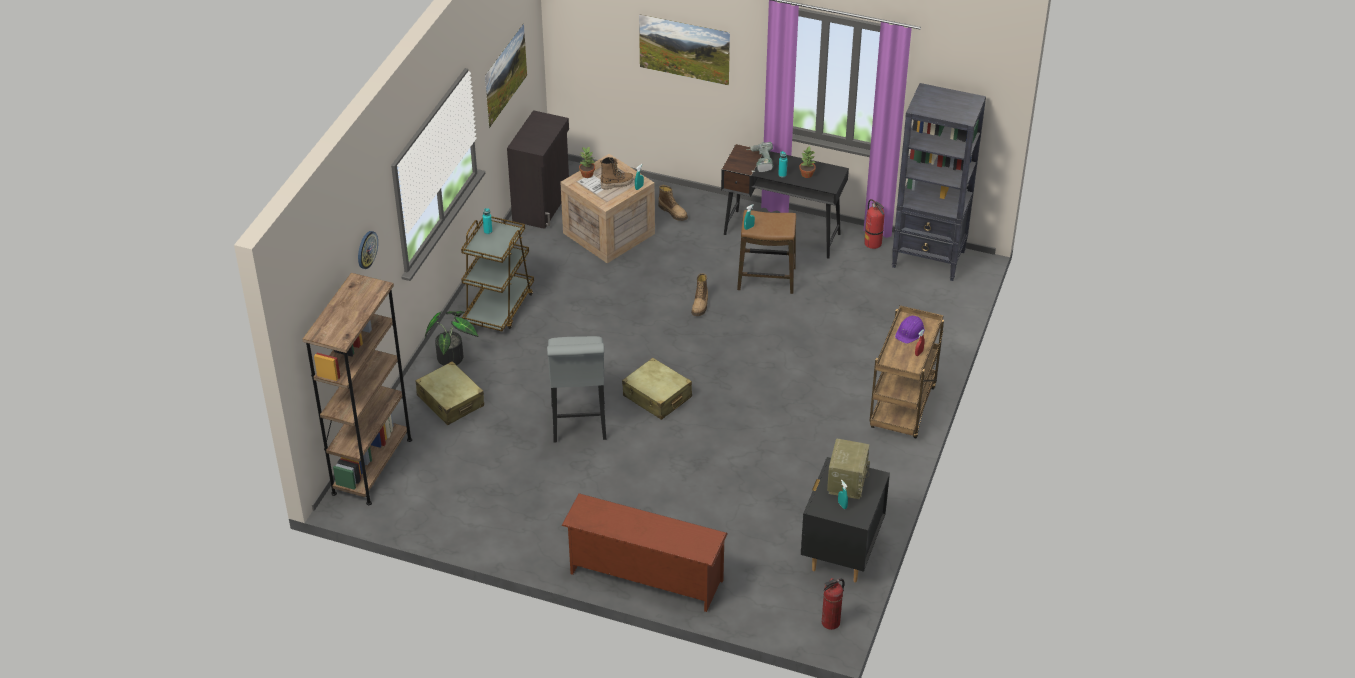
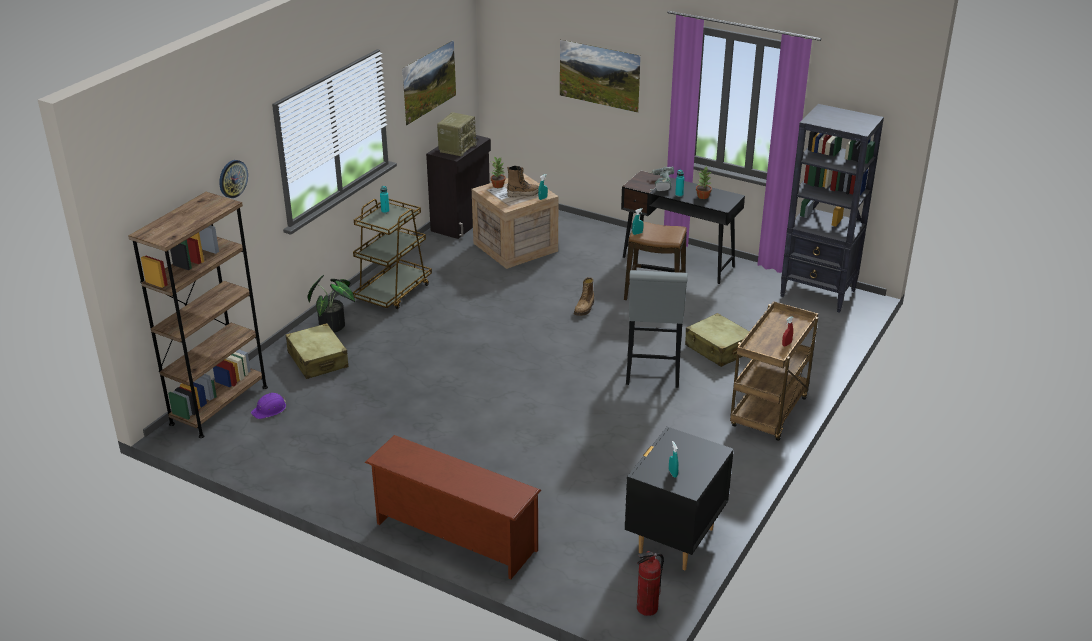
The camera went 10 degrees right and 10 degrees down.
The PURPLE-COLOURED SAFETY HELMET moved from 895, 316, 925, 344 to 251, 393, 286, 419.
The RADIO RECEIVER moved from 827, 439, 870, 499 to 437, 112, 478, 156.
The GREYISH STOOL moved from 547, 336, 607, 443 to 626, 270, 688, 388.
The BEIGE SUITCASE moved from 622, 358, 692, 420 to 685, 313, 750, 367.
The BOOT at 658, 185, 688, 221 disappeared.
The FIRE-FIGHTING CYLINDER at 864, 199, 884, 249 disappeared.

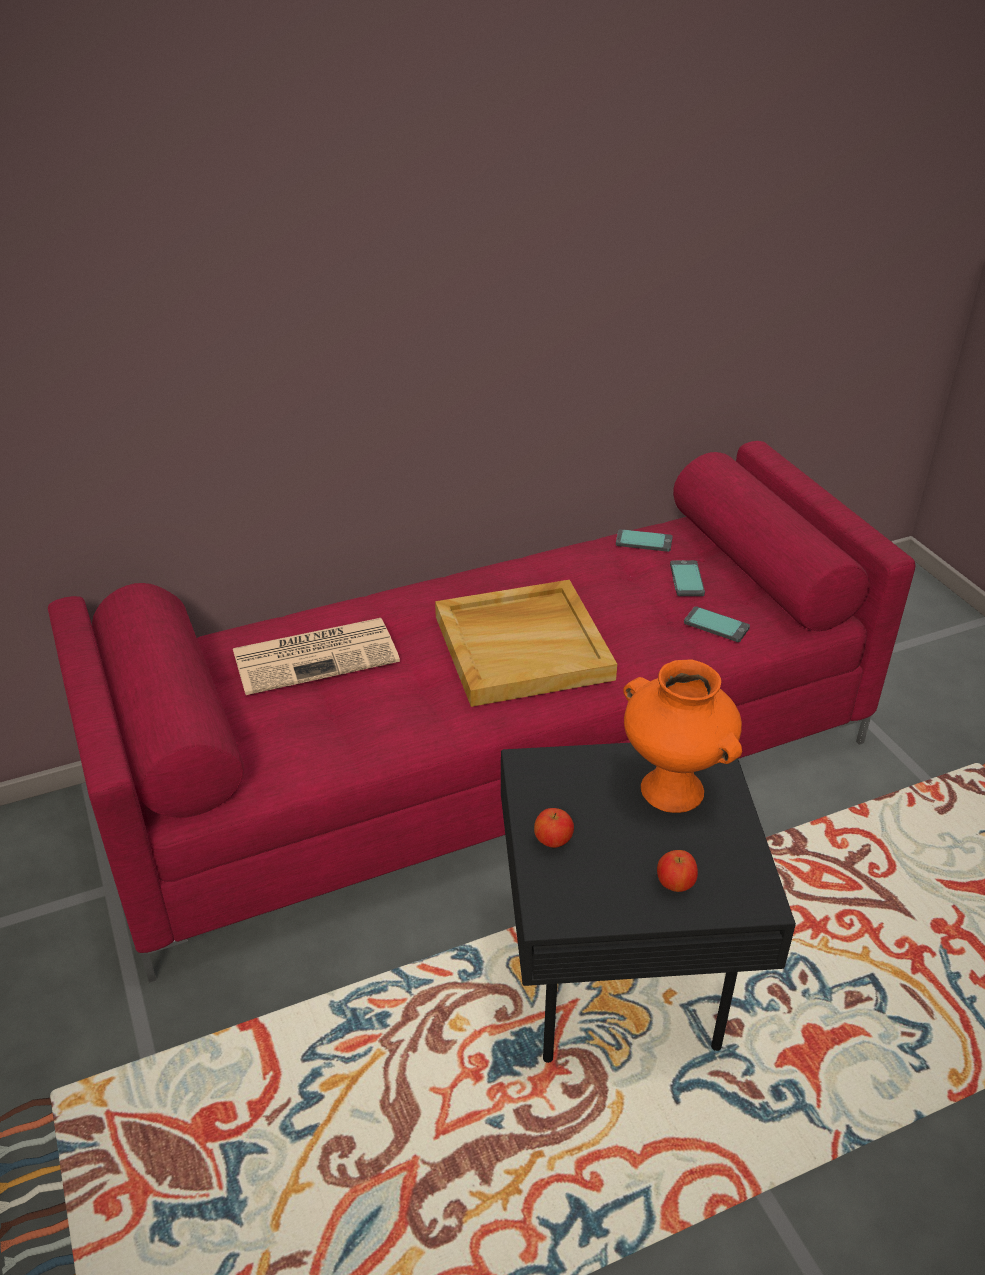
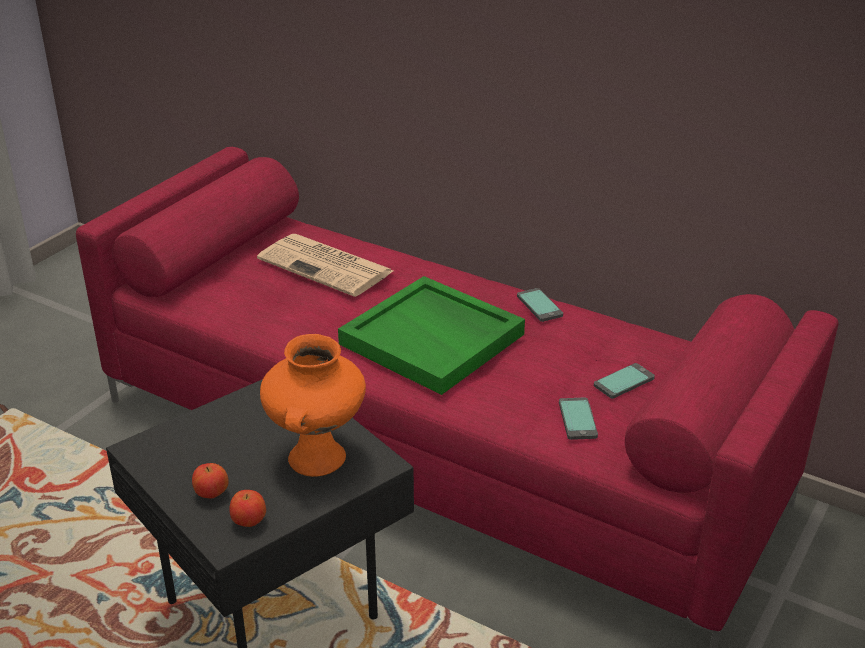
The camera went 55 degrees right and 5 degrees down.
The APPLE FRUIT moved from 534, 808, 574, 848 to 229, 490, 266, 527.
The BEIGE CARRYING TRAY at 435, 580, 617, 707 became the GREEN-COLOURED CARRYING TRAY at 338, 276, 525, 395.
The PHONE moved from 616, 529, 673, 552 to 517, 288, 563, 322.

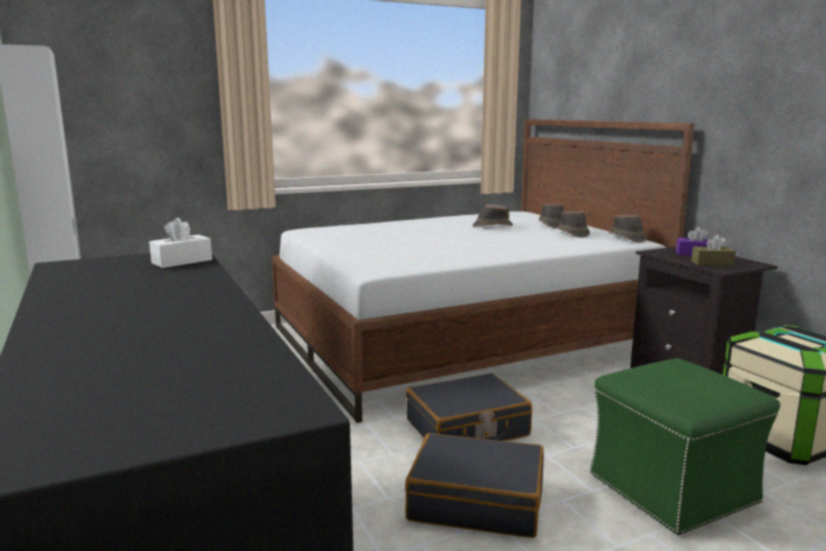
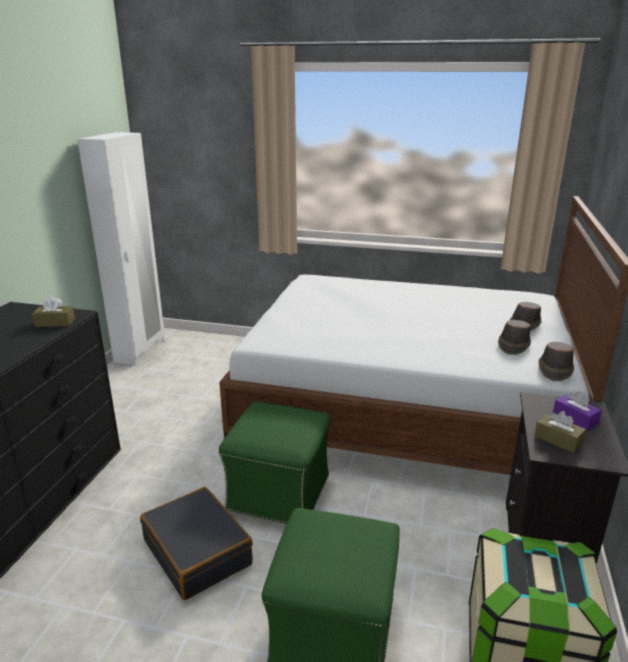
The camera went 40 degrees right and 10 degrees up.
The WHITE-COLOURED BOX OF TISSUES at 149, 218, 212, 268 became the BROWNISH BOX OF TISSUES at 32, 296, 75, 327.
The BLACKISH SUITCASE at 406, 373, 532, 441 was replaced by the GREEN-COLOURED FOOTREST at 219, 402, 331, 524.
The BROWNISH WEARABLE HAT at 473, 204, 513, 227 disappeared.

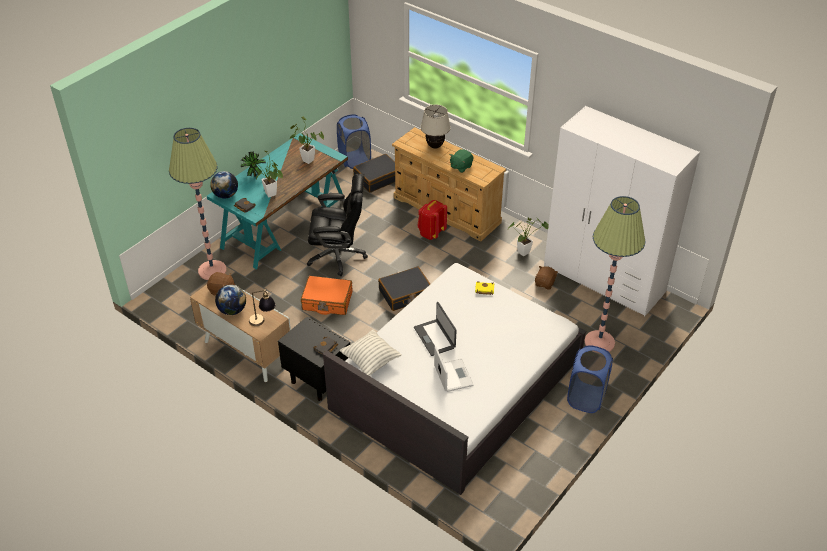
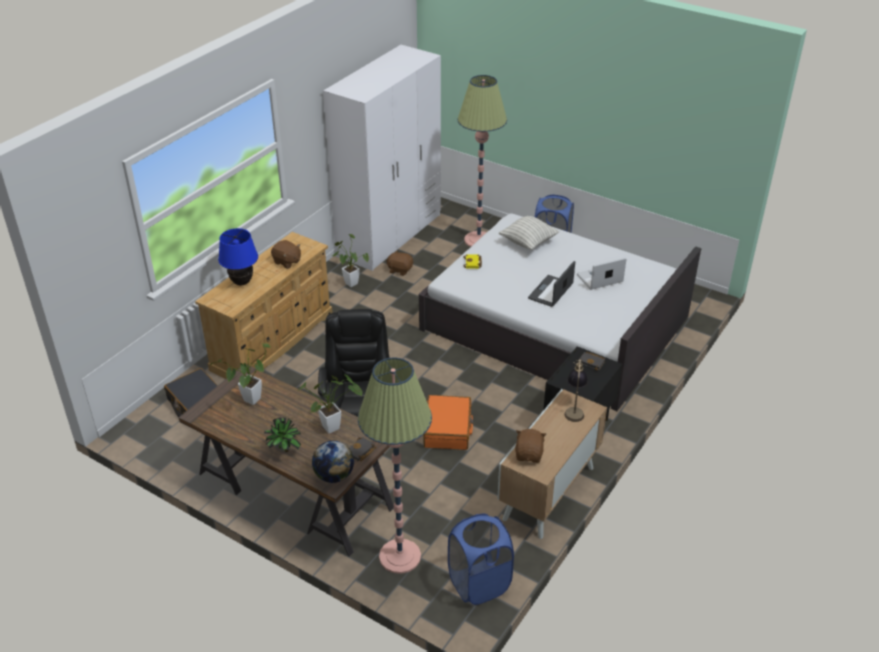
The camera went 95 degrees left and 5 degrees down.
The BLUE-GREEN DESK UNIT at 207, 133, 348, 270 became the BROWNISH DESK UNIT at 179, 364, 394, 557.
The BEIGE LAMP FOR A TABLE at 420, 105, 451, 149 became the BLUISH LAMP FOR A TABLE at 218, 228, 258, 286.
The GREEN-COLOURED SOFT TOY at 450, 149, 474, 173 became the BROWNISH SOFT TOY at 271, 240, 301, 269.
The BLUISH HAMPER moved from 337, 114, 371, 169 to 448, 514, 514, 605.
The THROW PILLOW moved from 340, 330, 402, 376 to 499, 216, 560, 250.
The NOTEBOOK COMPUTER at 414, 302, 457, 356 turned 150 degrees clockwise.
The GLOBE at 215, 285, 246, 315 disappeared.
The BLACKISH SUITCASE at 378, 267, 430, 311 disappeared.
The REDDISH KNAPSACK at 417, 200, 447, 240 disappeared.

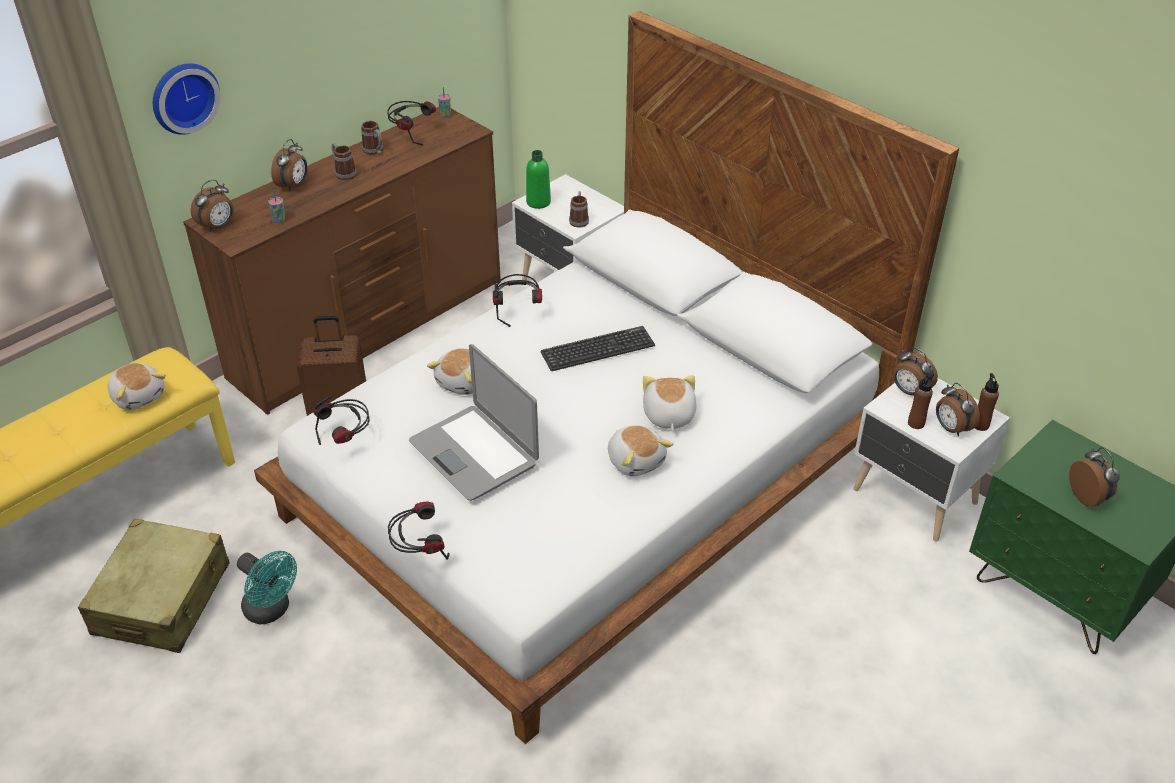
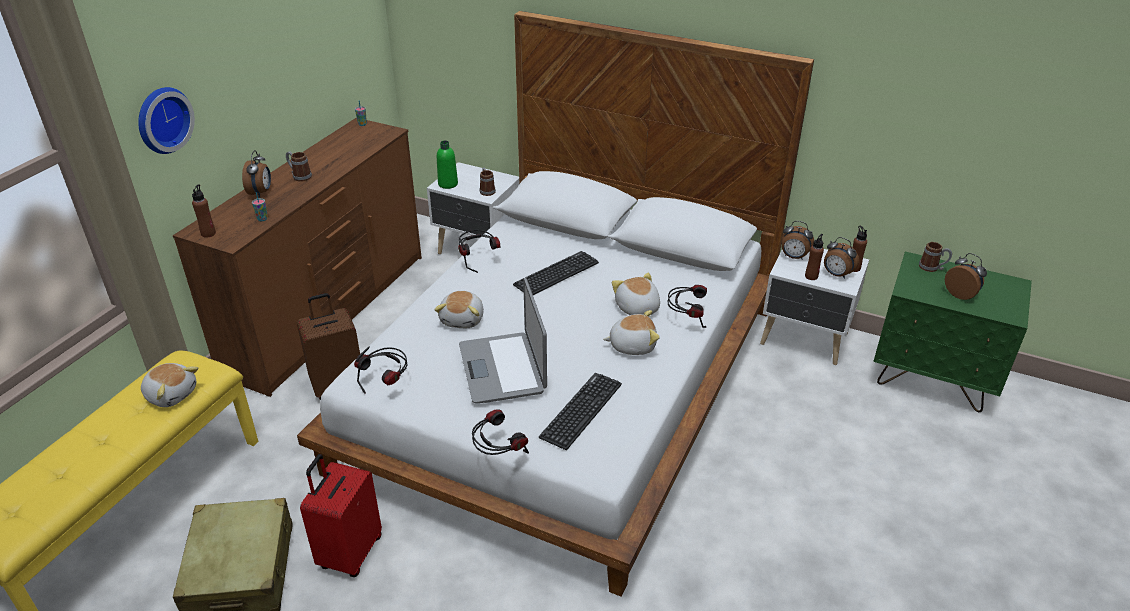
The camera went 20 degrees left and 5 degrees down.
The ALARM CLOCK at 191, 179, 234, 232 was replaced by the BROWNISH BOTTLE at 192, 184, 216, 238.
The BLUE-GREEN ELECTRIC FAN at 237, 551, 297, 624 was replaced by the REDDISH SUITCASE at 300, 454, 382, 577.
The NOTEBOOK COMPUTER at 409, 344, 539, 501 turned 45 degrees clockwise.
The PC KEYBOARD at 539, 373, 622, 450 appeared.
The SOFT TOY at 608, 425, 673, 476 turned 45 degrees counterclockwise.
The HEADPHONES moved from 387, 101, 436, 146 to 668, 285, 707, 328.
The MUG moved from 361, 121, 383, 155 to 919, 242, 952, 272.

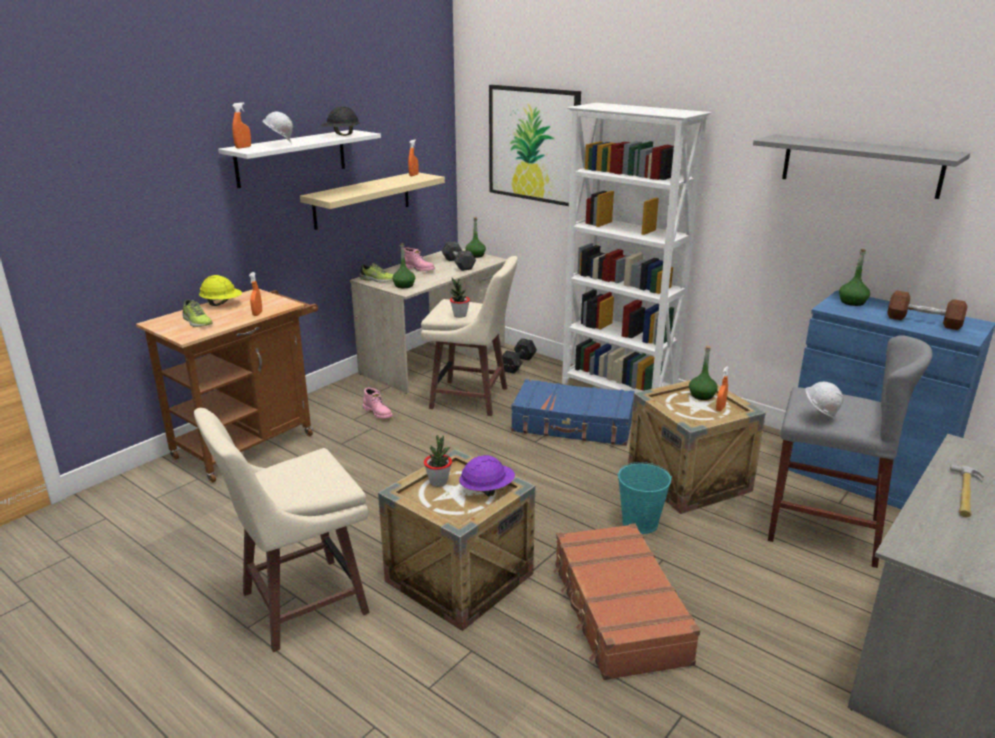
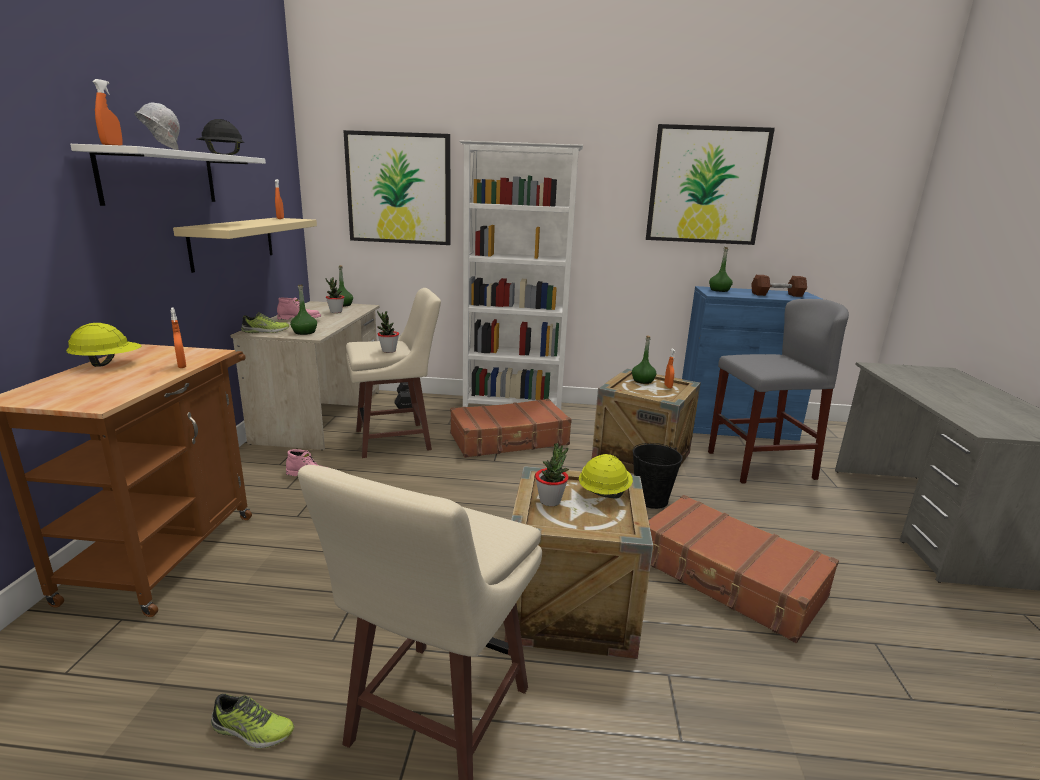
The camera went 35 degrees left and 5 degrees down.
The LOW SHOE moved from 182, 299, 213, 327 to 211, 694, 294, 749.
The GREYISH FREE WEIGHT at 442, 242, 476, 271 was replaced by the PLANT IN A POT at 325, 278, 344, 313.
The BLUISH SUITCASE at 511, 379, 635, 446 became the BROWNISH SUITCASE at 450, 399, 572, 458.
The PURPLE-COLOURED SAFETY HELMET at 459, 455, 515, 496 became the YELLOWISH SAFETY HELMET at 579, 454, 633, 499.
The BLUE-GREEN PAIL at 617, 462, 672, 534 became the BLACKISH PAIL at 632, 443, 683, 509.
The GREYISH BRACKET SHELF at 753, 134, 970, 199 was replaced by the WALL ART at 646, 124, 775, 245.
The WHITE-COLOURED SAFETY HELMET at 805, 382, 844, 421 disappeared.
The TOOL HAMMER at 950, 465, 984, 517 disappeared.

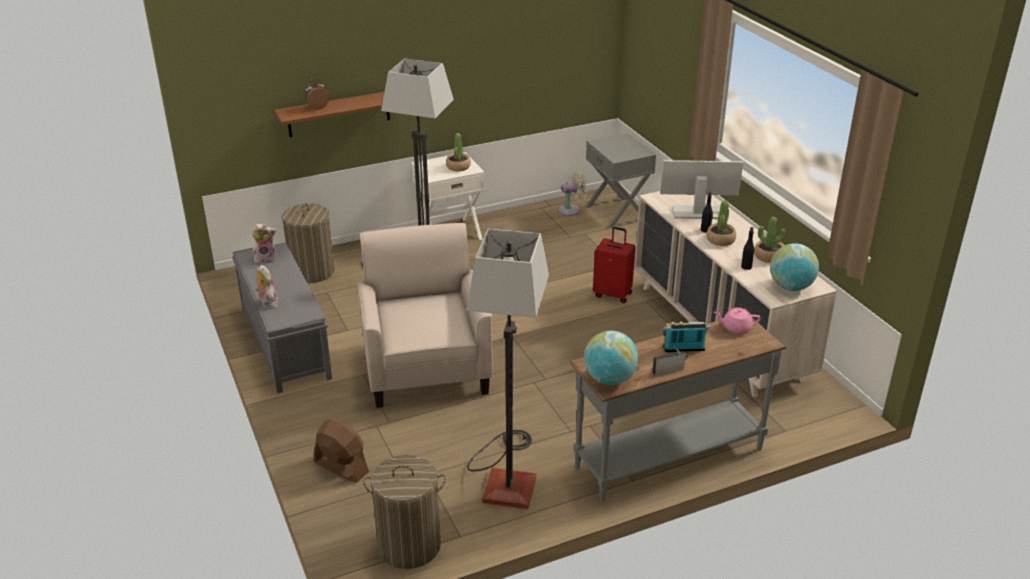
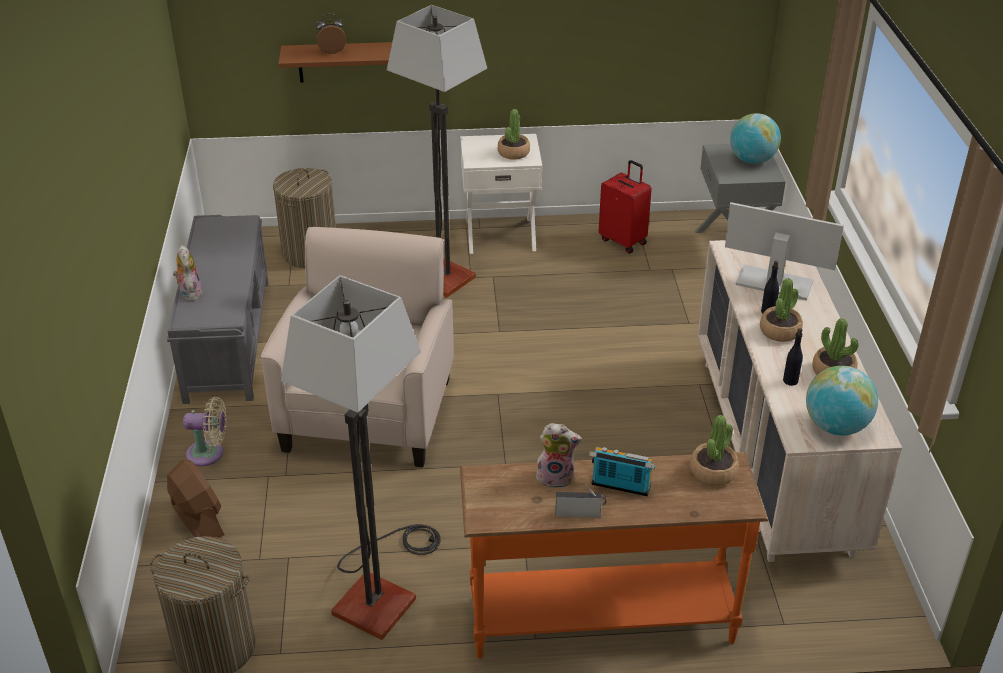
The camera went 20 degrees right and 5 degrees up.
The BEIGE ELECTRIC FAN moved from 558, 172, 587, 216 to 183, 397, 227, 466.
The GREYISH HALL TABLE at 570, 318, 786, 503 became the ORANGE HALL TABLE at 460, 452, 768, 659.
The SOFT TOY moved from 252, 223, 276, 264 to 536, 423, 582, 488.
The REDDISH SUITCASE moved from 593, 227, 635, 303 to 599, 160, 652, 254.
The PINK-COLOURED TEA POT at 714, 307, 761, 334 was replaced by the PLANT IN A POT at 690, 415, 739, 486.
The GLOBE moved from 584, 331, 638, 385 to 730, 113, 781, 164.

